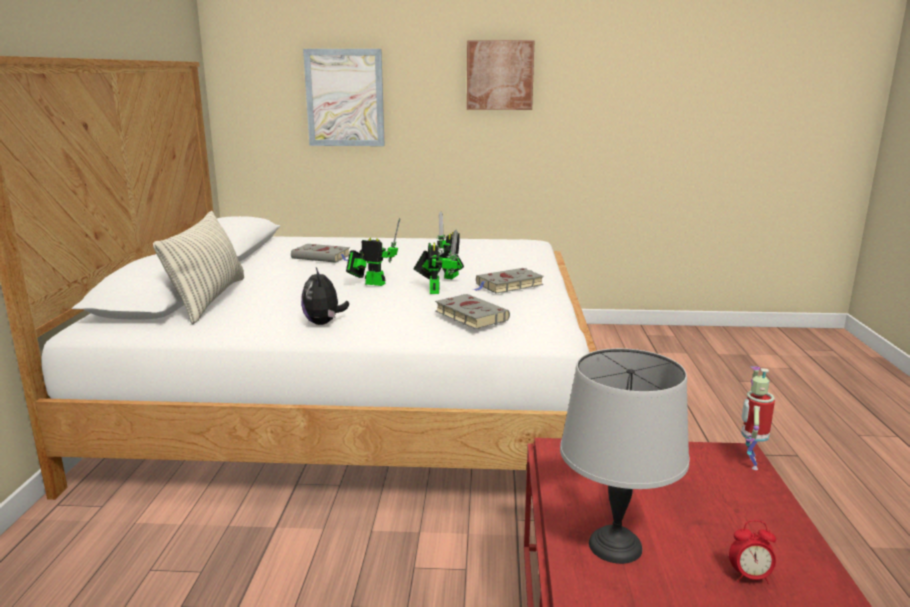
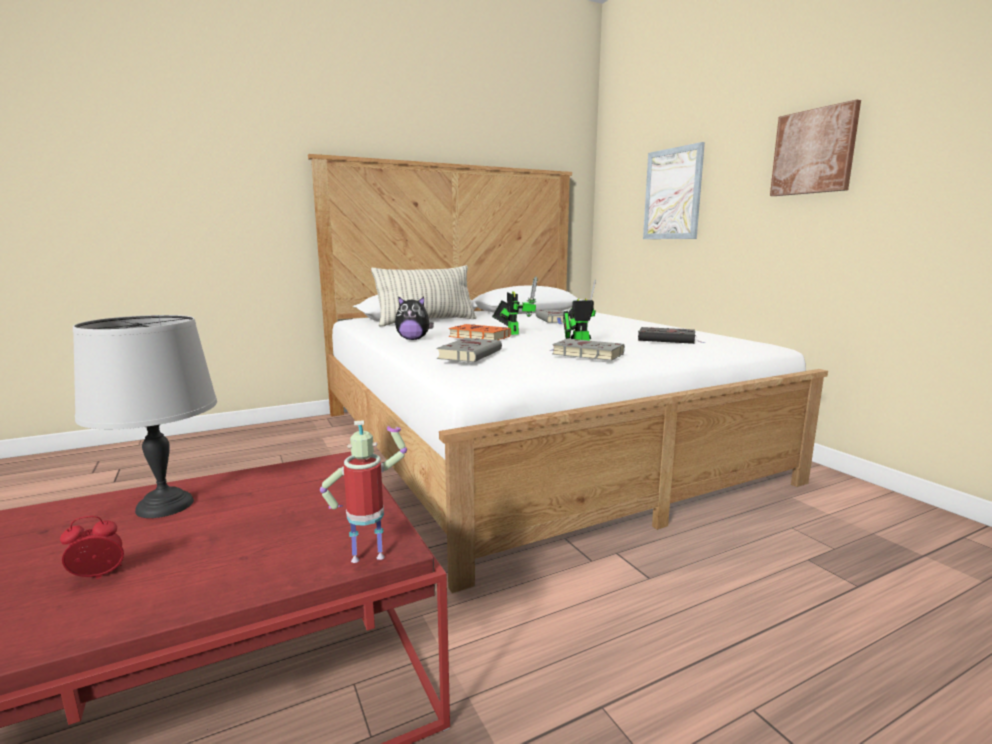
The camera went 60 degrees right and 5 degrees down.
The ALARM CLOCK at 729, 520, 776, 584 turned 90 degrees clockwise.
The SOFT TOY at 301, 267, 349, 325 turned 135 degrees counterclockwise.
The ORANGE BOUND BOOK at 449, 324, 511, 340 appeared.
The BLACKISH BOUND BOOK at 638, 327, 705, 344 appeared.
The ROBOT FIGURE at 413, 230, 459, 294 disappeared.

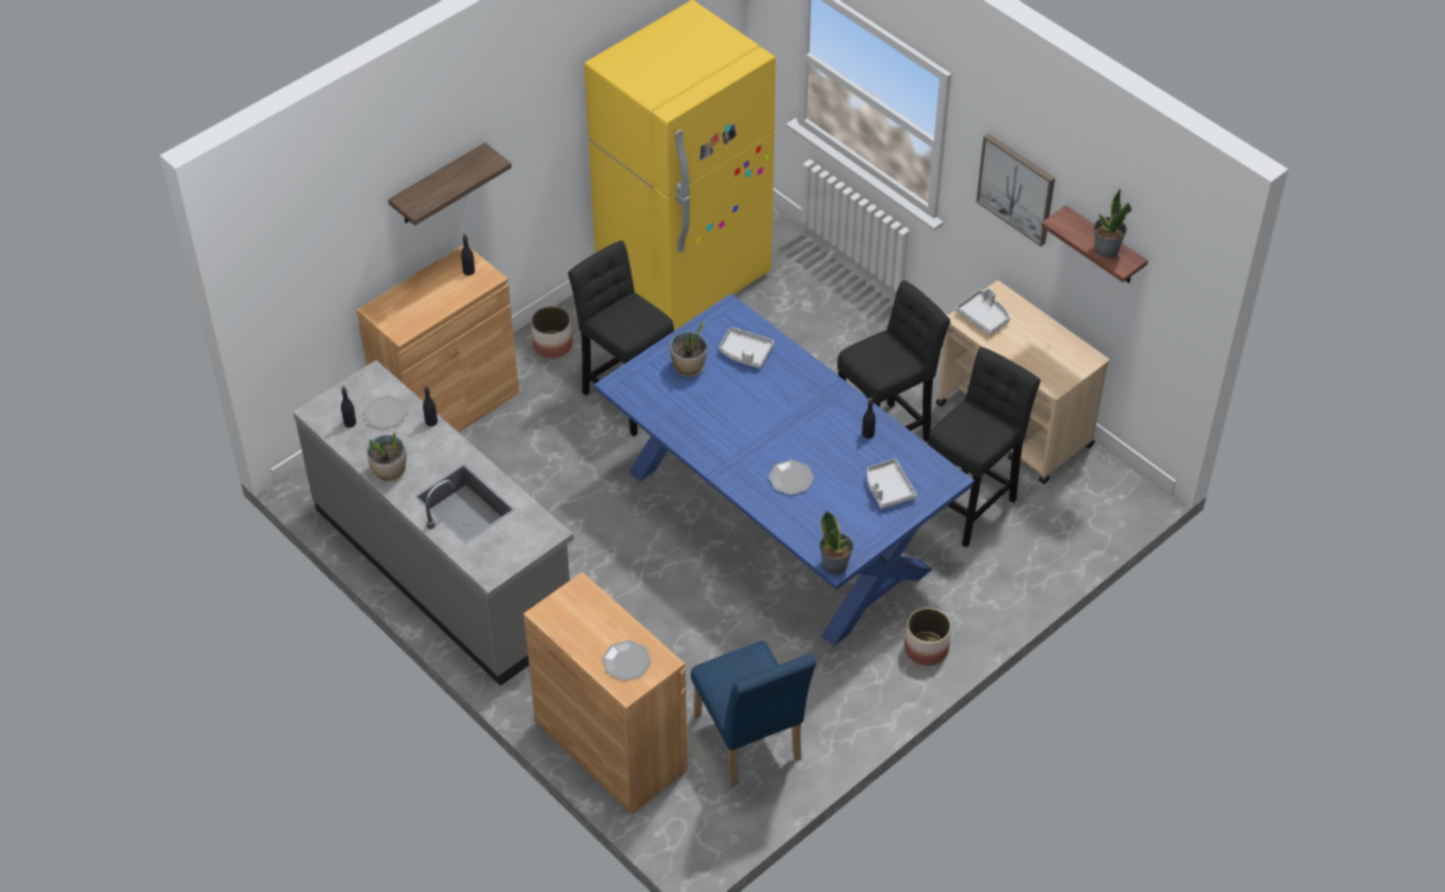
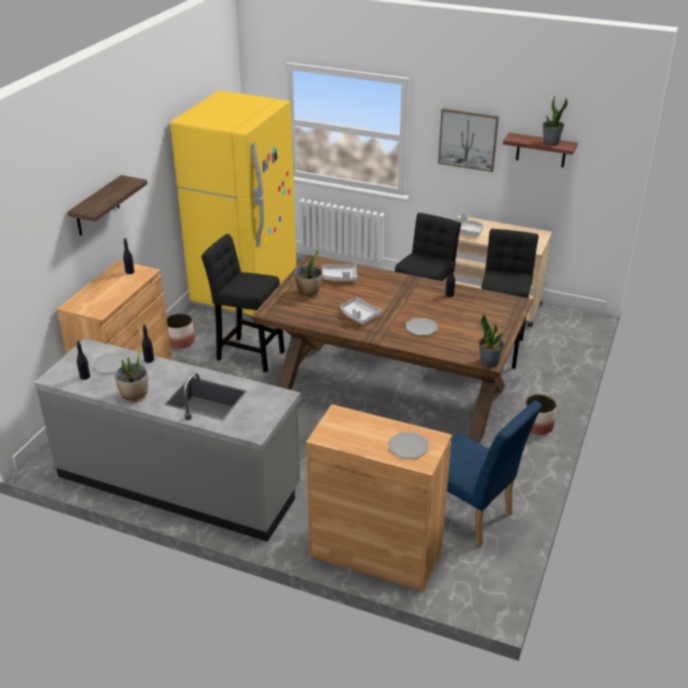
The camera went 25 degrees left and 15 degrees down.
The BLUISH DINNER TABLE at 594, 293, 974, 646 became the BROWNISH DINNER TABLE at 251, 254, 533, 443.
The GREYISH CARRYING TRAY moved from 867, 459, 917, 509 to 340, 297, 382, 324.

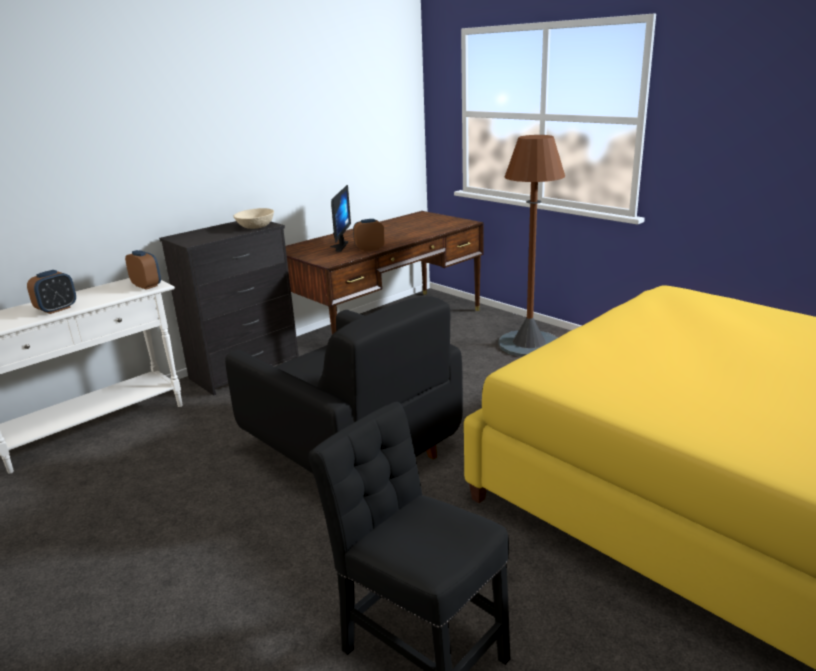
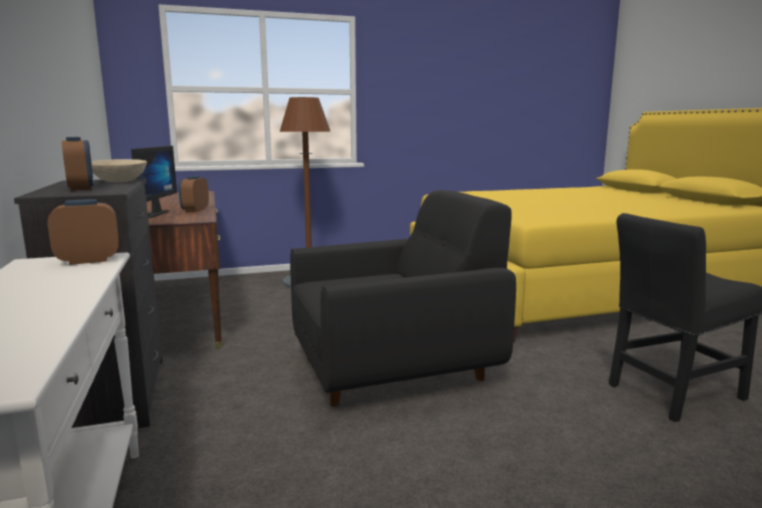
The camera went 65 degrees left and 10 degrees down.
The ALARM CLOCK moved from 27, 270, 76, 314 to 62, 137, 94, 190.
The COMPUTER DISPLAY at 330, 185, 351, 252 turned 60 degrees clockwise.

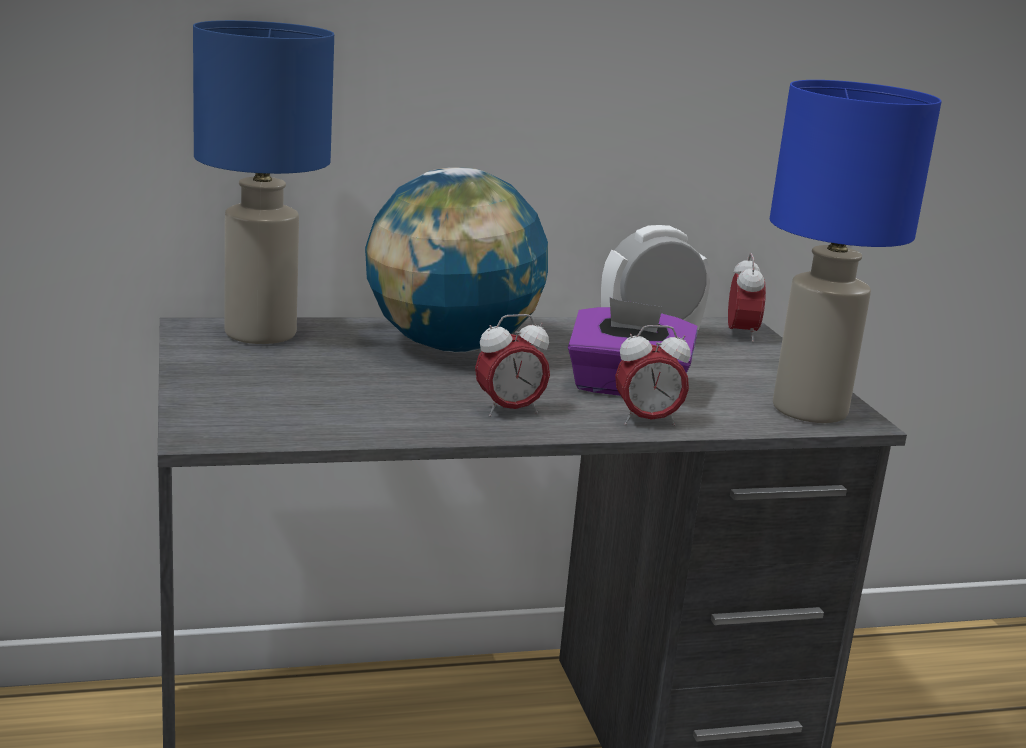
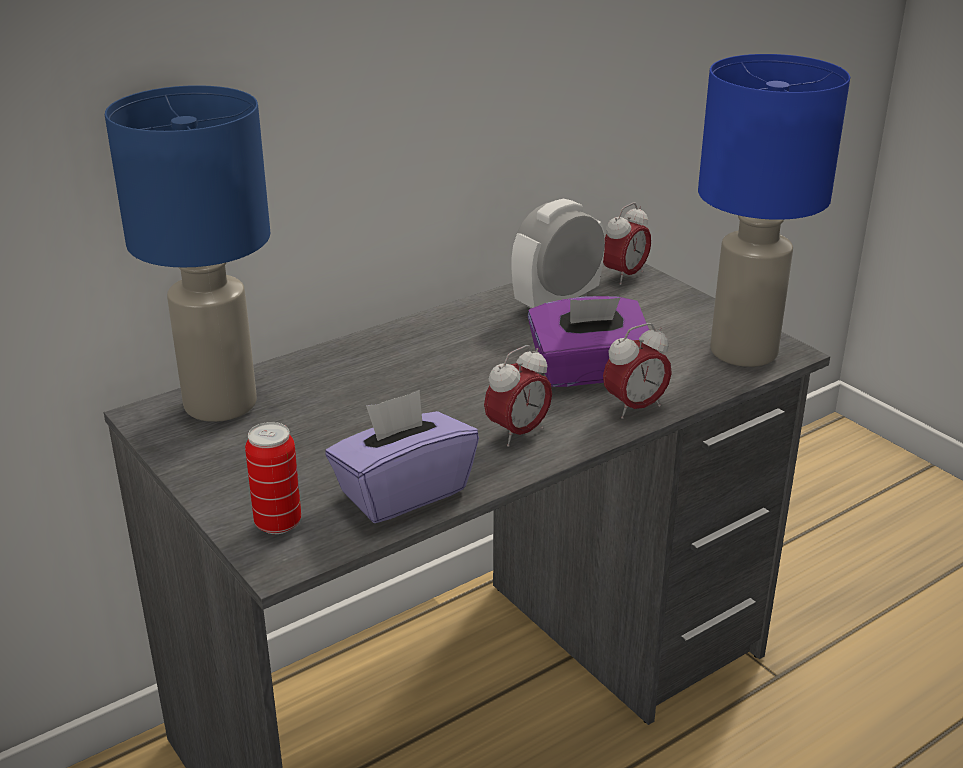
The camera went 20 degrees left and 10 degrees up.
The CAN at 245, 422, 301, 534 appeared.
The PURPLE-COLOURED BOX OF TISSUES at 325, 390, 479, 523 appeared.
The ALARM CLOCK at 728, 253, 766, 342 turned 60 degrees clockwise.
The GLOBE at 365, 167, 548, 352 disappeared.

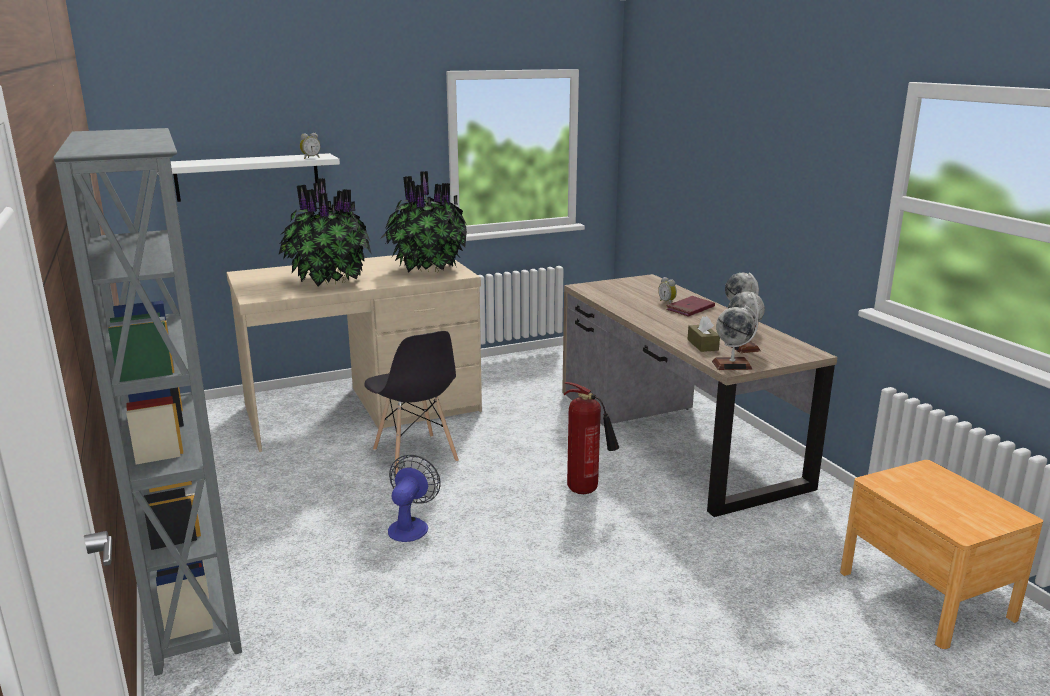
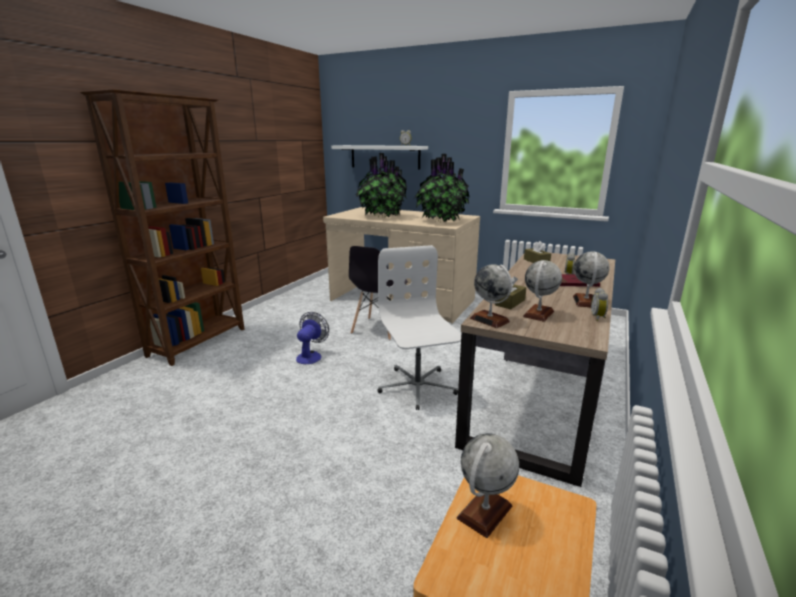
The camera went 50 degrees right and 0 degrees up.
The GREYISH SHELVING UNIT at 53, 128, 242, 676 became the BROWNISH SHELVING UNIT at 80, 89, 245, 366.
The ELECTRIC FAN at 388, 455, 441, 542 turned 45 degrees counterclockwise.
The FIRE-FIGHTING CYLINDER at 564, 382, 619, 494 was replaced by the WHITE-COLOURED OFFICE CHAIR at 377, 245, 461, 410.
The GLOBE at 457, 433, 519, 538 appeared.
The BROWNISH BOX OF TISSUES at 524, 241, 551, 263 appeared.
The ALARM CLOCK at 591, 288, 608, 321 appeared.

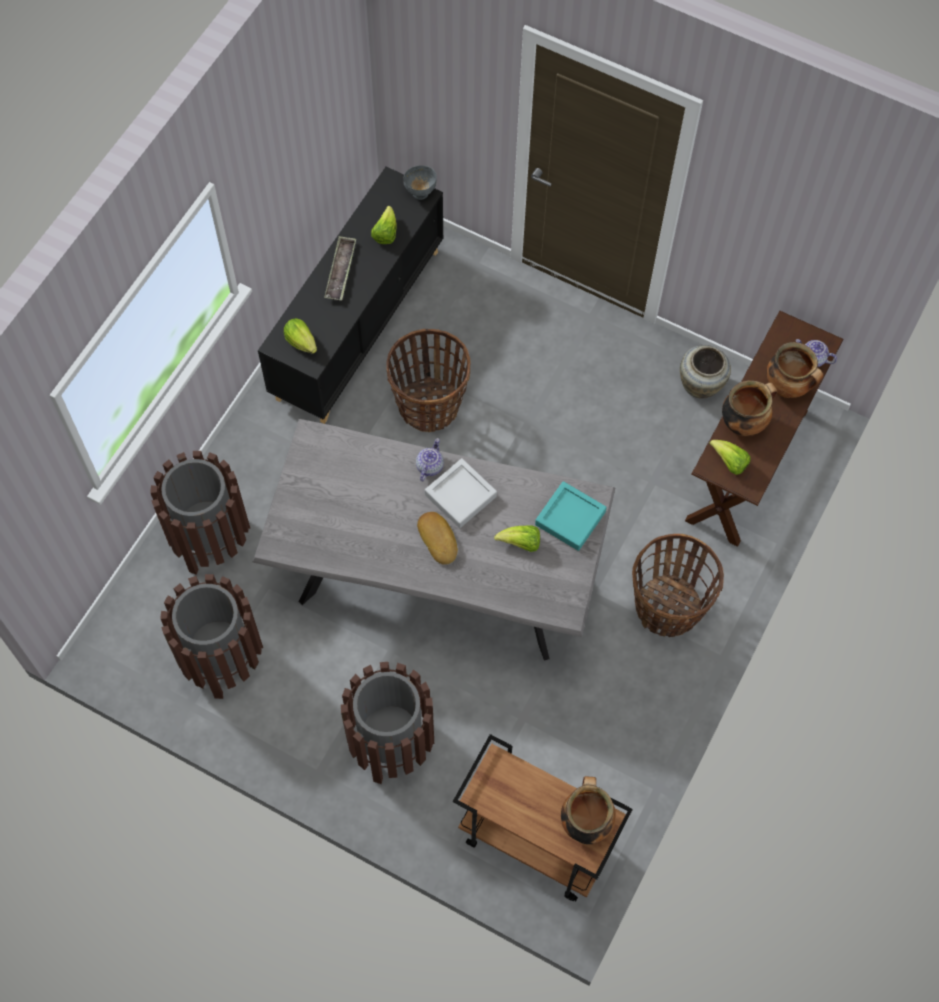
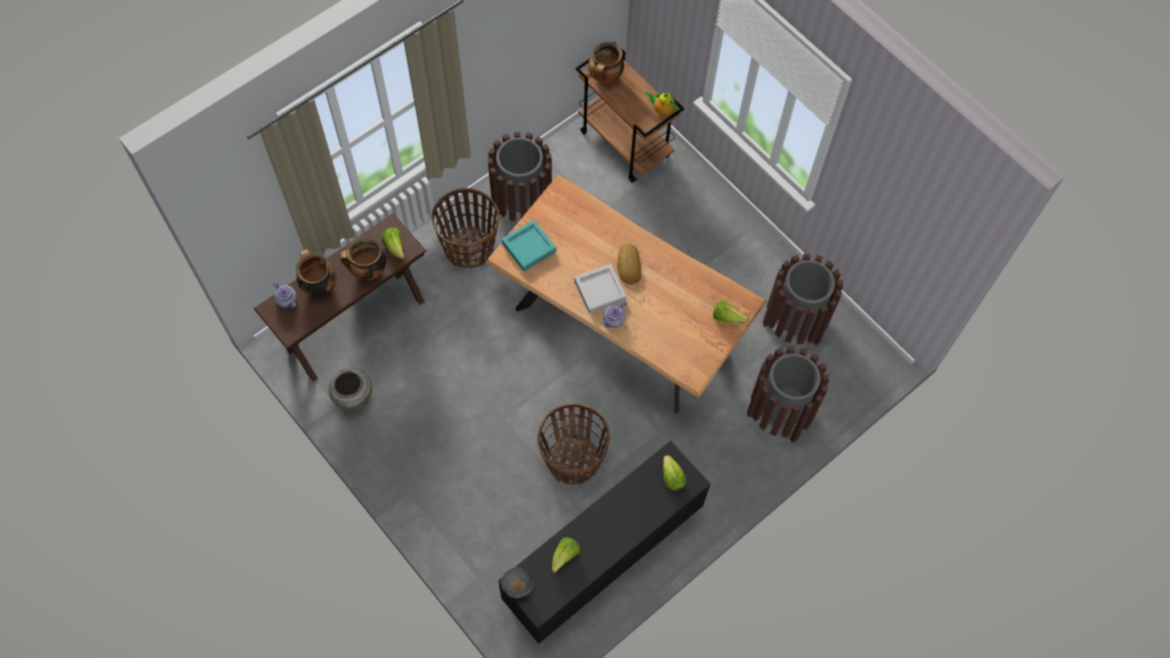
The camera went 160 degrees left and 0 degrees up.
The GREYISH DINNER TABLE at 253, 419, 615, 661 became the BROWNISH DINNER TABLE at 485, 175, 767, 413.
The BROWNISH RUBBISH BIN moved from 341, 662, 434, 784 to 488, 132, 552, 221.
The TEA POT at 645, 91, 679, 116 appeared.
The LETTUCE HEAD moved from 494, 525, 540, 552 to 713, 300, 748, 324.
The CARRYING TRAY at 324, 236, 356, 301 disappeared.

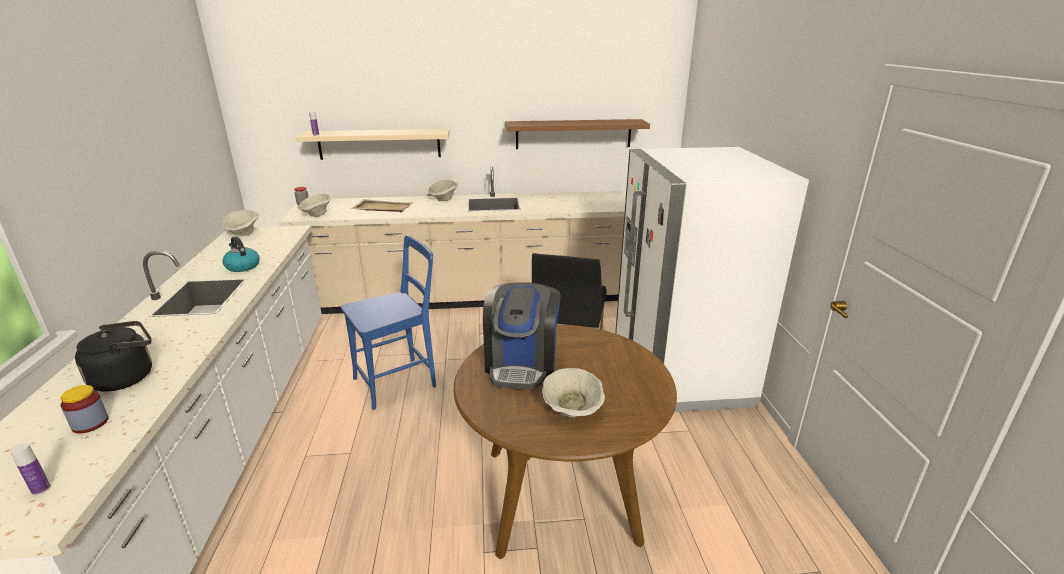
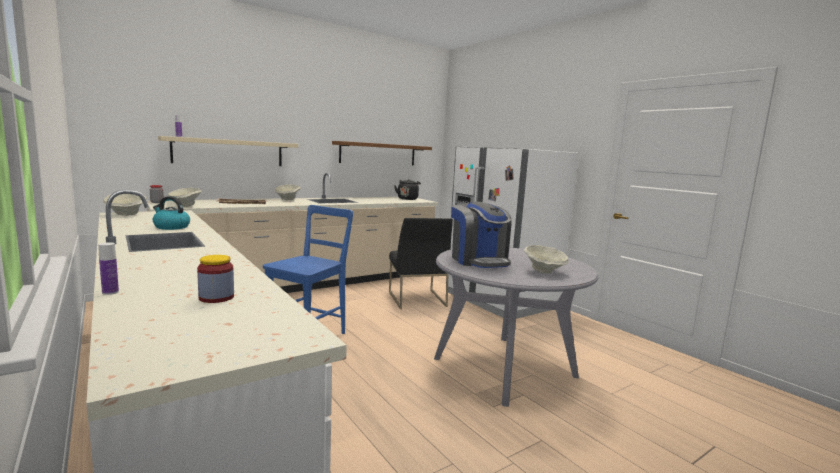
The camera went 30 degrees left and 15 degrees down.
The BOTTLE moved from 10, 443, 51, 495 to 98, 242, 119, 295.
The BLACKISH TEA KETTLE moved from 75, 321, 152, 392 to 394, 179, 421, 200.
The BROWNISH DINNER TABLE at 453, 325, 677, 559 became the GREYISH DINNER TABLE at 434, 247, 598, 407.

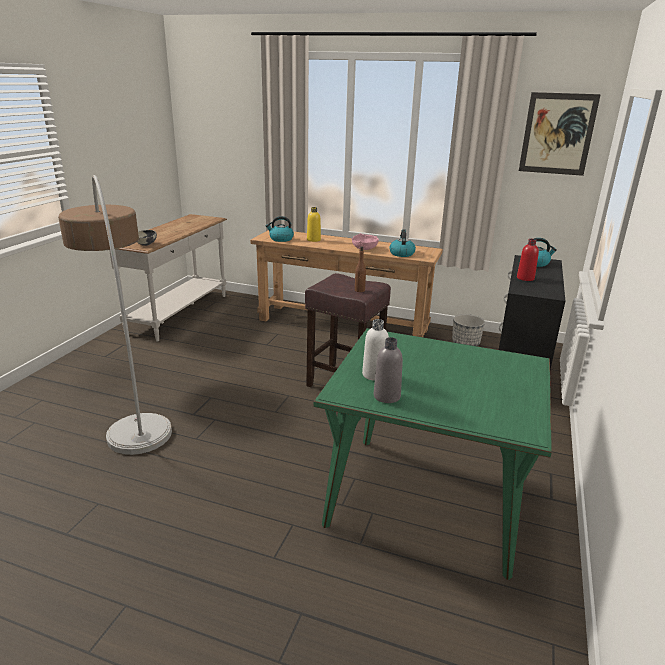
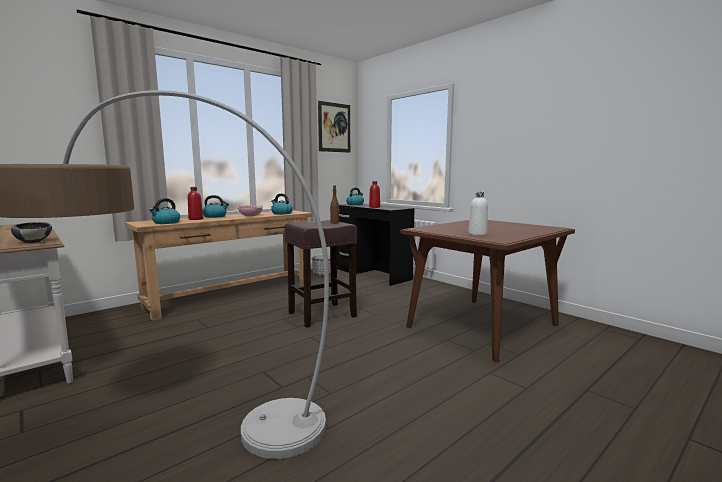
The camera went 60 degrees left and 15 degrees down.
The YELLOWISH BOTTLE at 307, 207, 321, 242 became the REDDISH BOTTLE at 188, 187, 203, 220.
The TEA KETTLE at 203, 195, 229, 218 appeared.
The GREEN-COLOURED DINNER TABLE at 314, 328, 552, 580 became the BROWNISH DINNER TABLE at 401, 220, 575, 362.
The GREYISH BOTTLE at 374, 337, 403, 403 disappeared.

